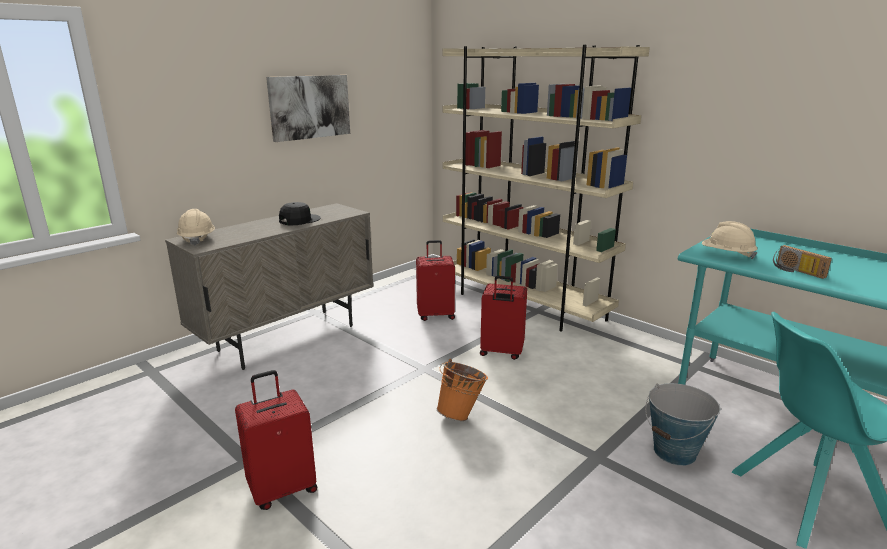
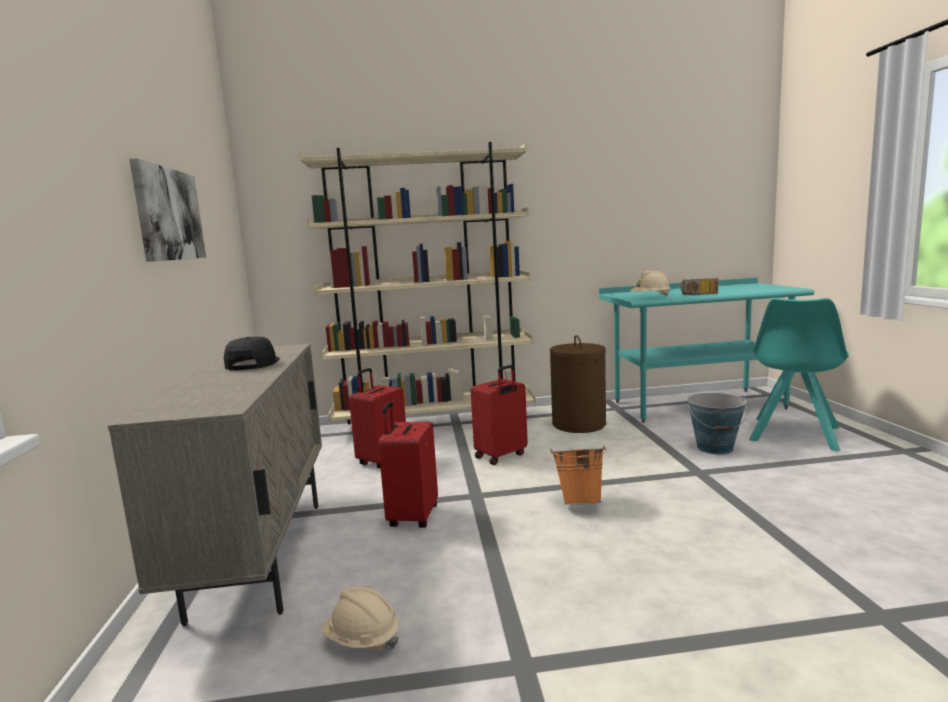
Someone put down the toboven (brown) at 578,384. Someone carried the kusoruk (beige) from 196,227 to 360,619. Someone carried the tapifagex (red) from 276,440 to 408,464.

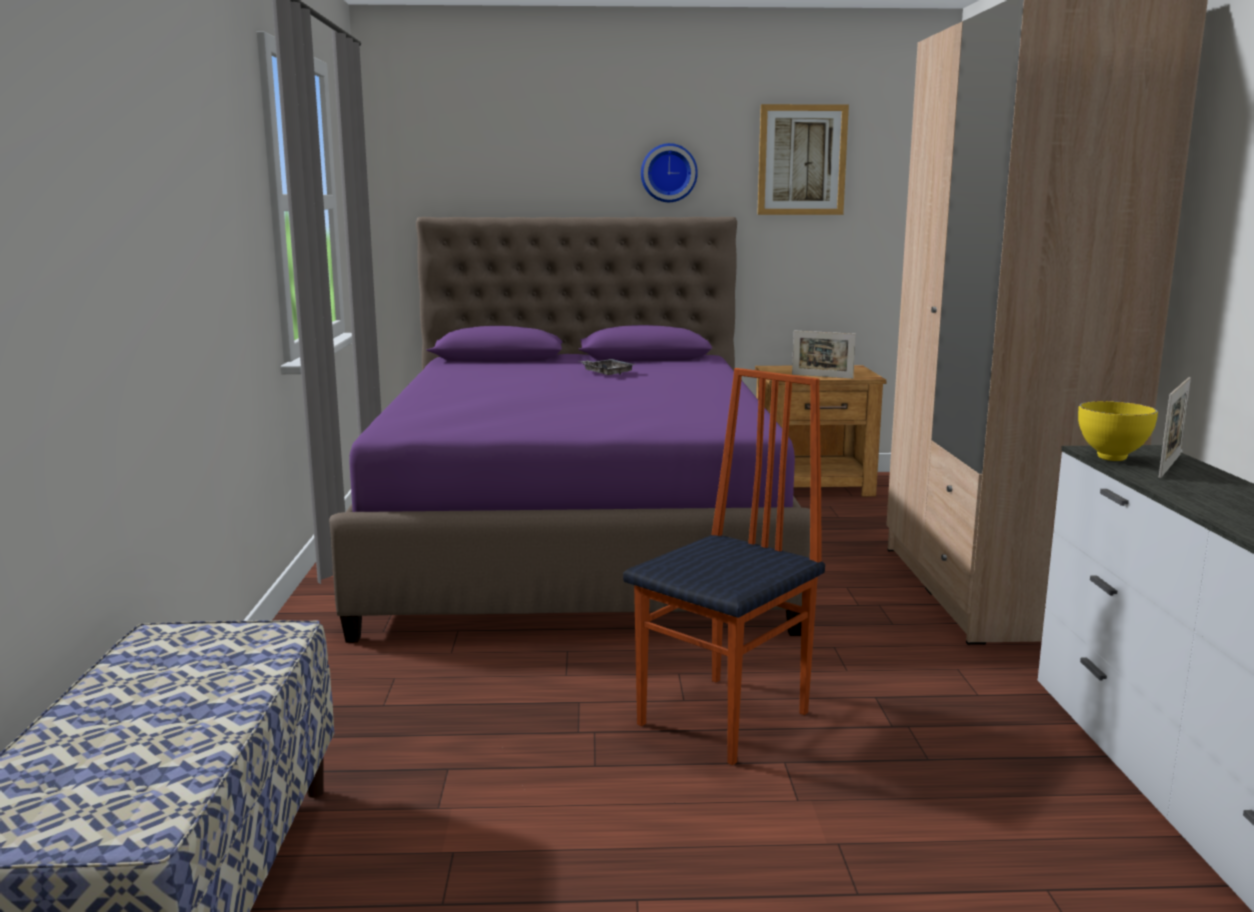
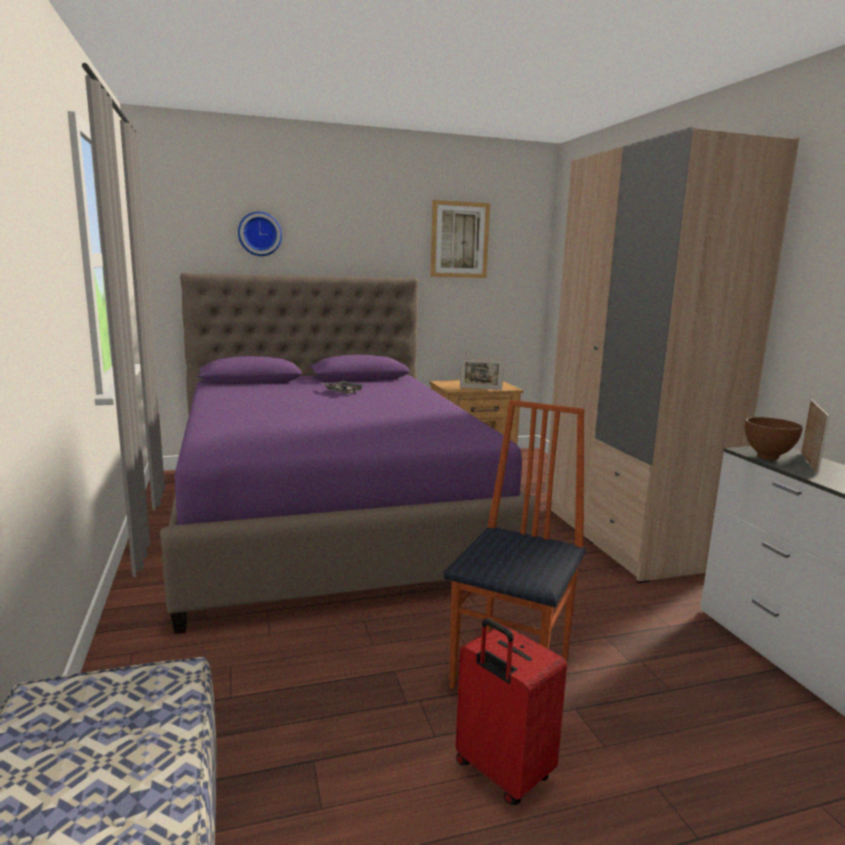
Someone put down the tapifagex (red) at 511,711. Someone carried the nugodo from 669,172 to 260,234. Someone repainted the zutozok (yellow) at 1118,431, which became the zutozok (brown) at 774,438.

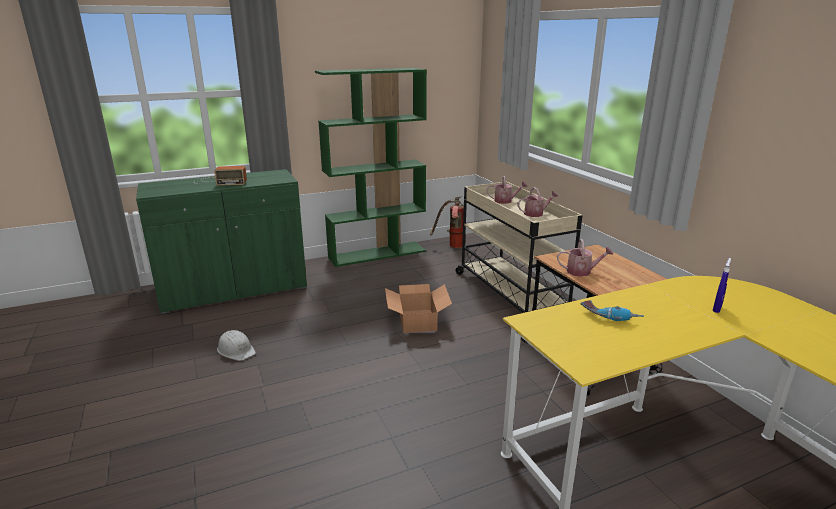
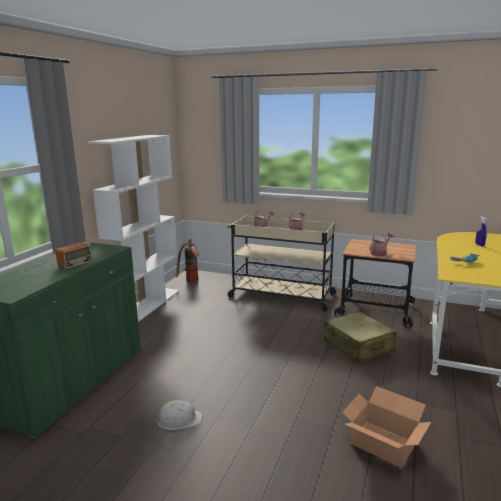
Someone put down the tapifagex (beige) at 360,337. Someone carried the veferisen from 418,308 to 386,427. Someone repainted the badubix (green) at 371,167, which became the badubix (white) at 133,228.

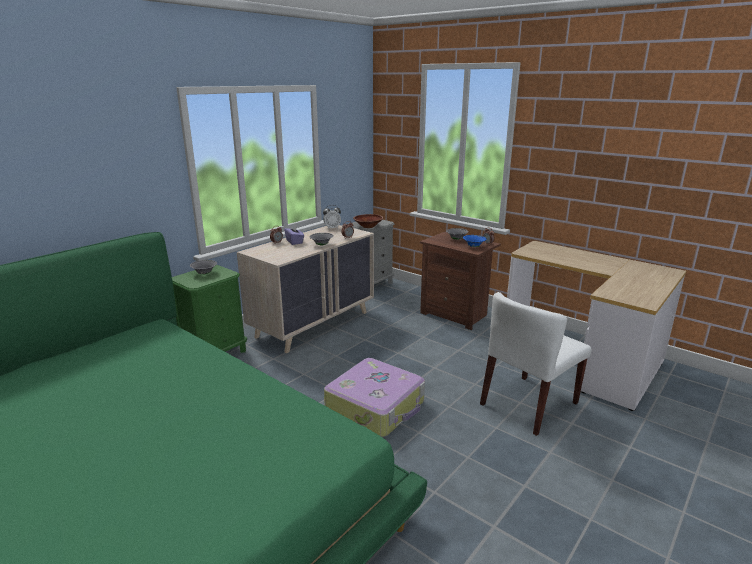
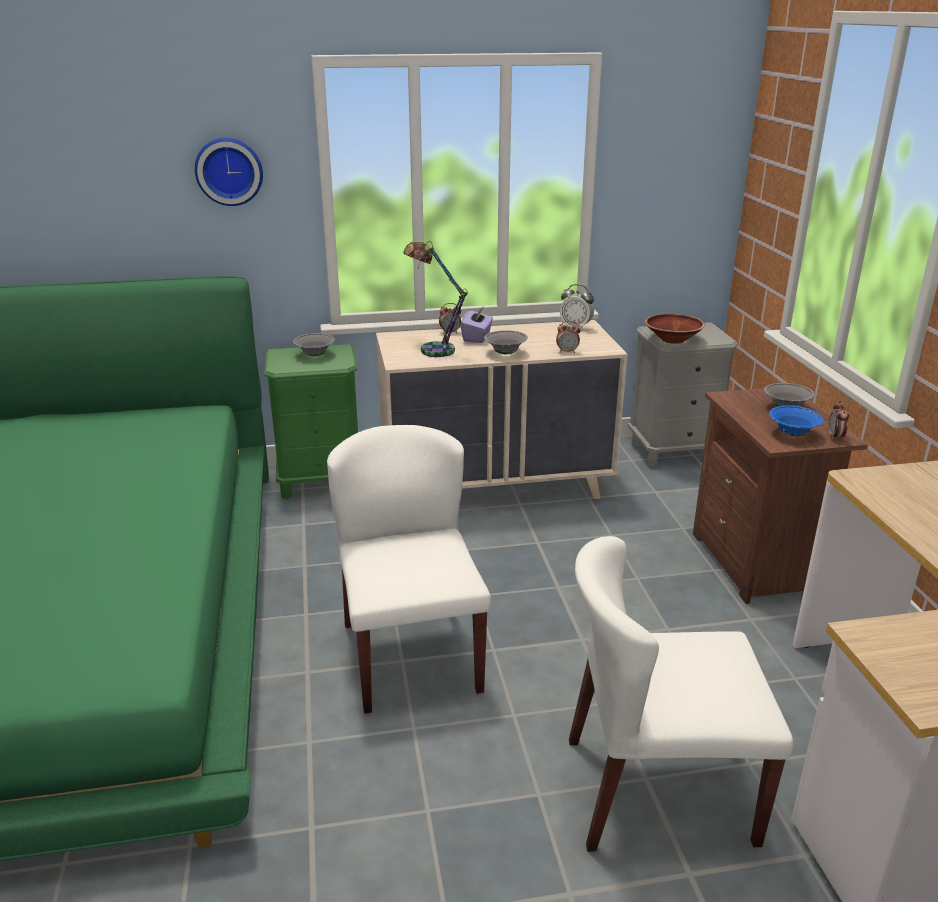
Someone put up the nugodo at 229,172. Someone put down the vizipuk at 435,299. Someone swapped the tapifagex at 374,397 for the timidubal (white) at 409,569.

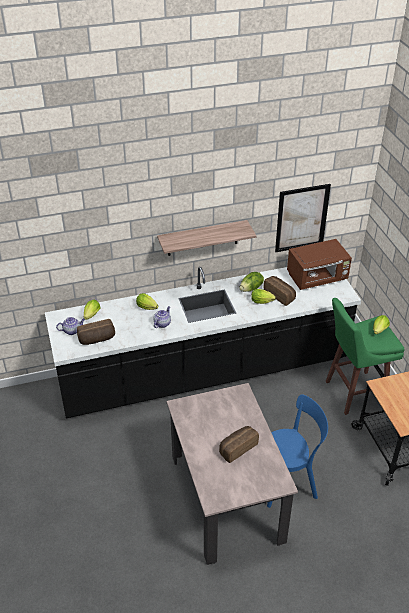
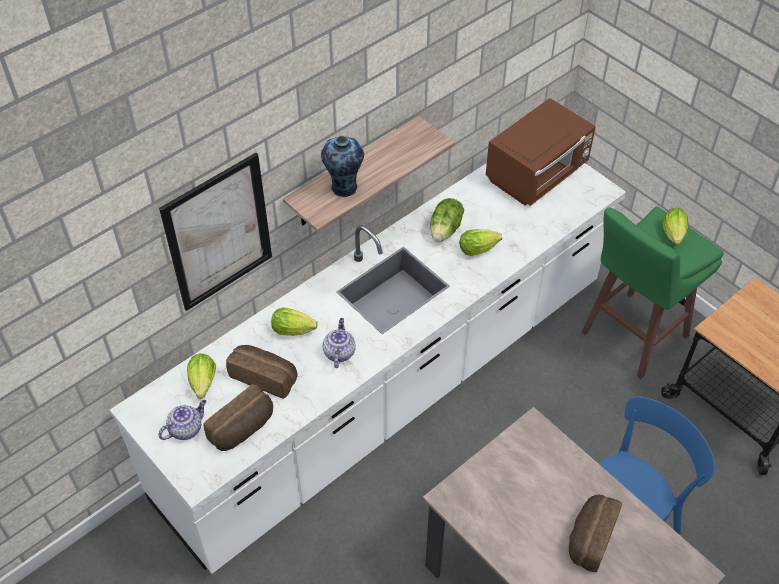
Someone put down the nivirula at 342,166. Someone carried the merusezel from 280,291 to 262,372. Someone carried the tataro from 303,218 to 215,232. Someone repainted the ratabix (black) at 203,342, which became the ratabix (white) at 368,368.

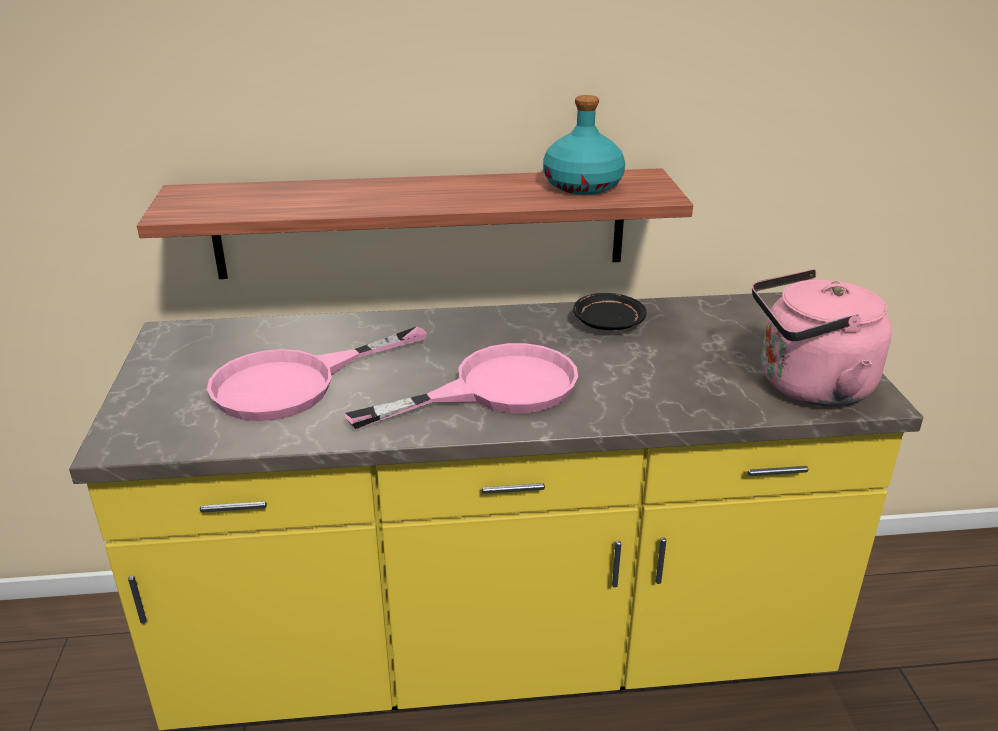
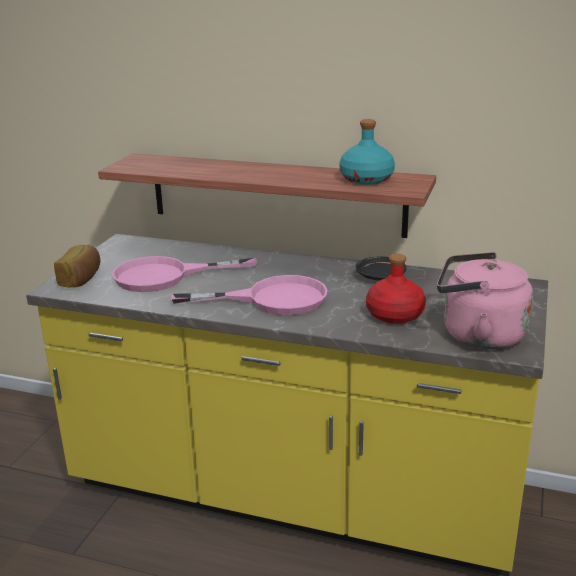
Someone put down the merusezel at 77,266. Someone put down the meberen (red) at 396,289.

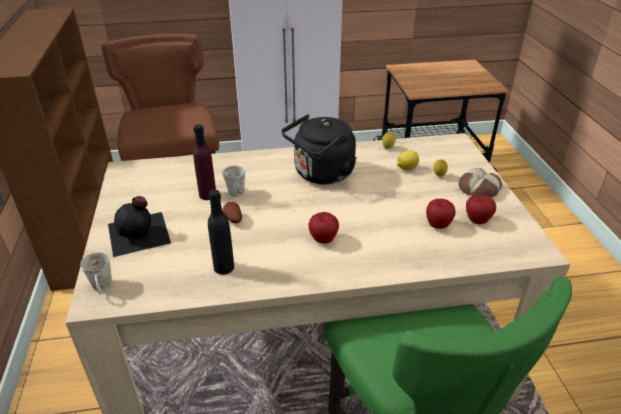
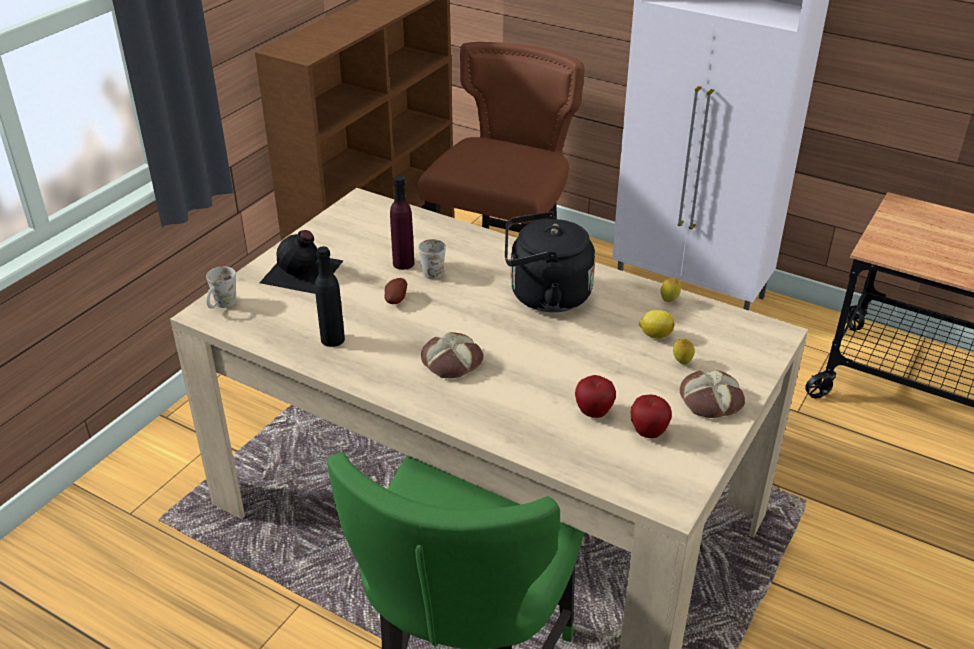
Someone swapped the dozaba at 323,228 for the merusezel at 452,355.

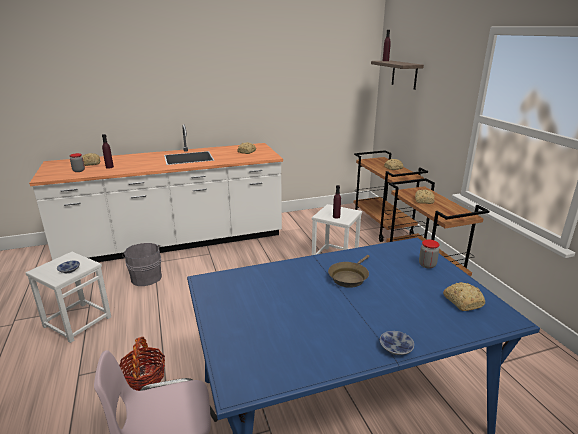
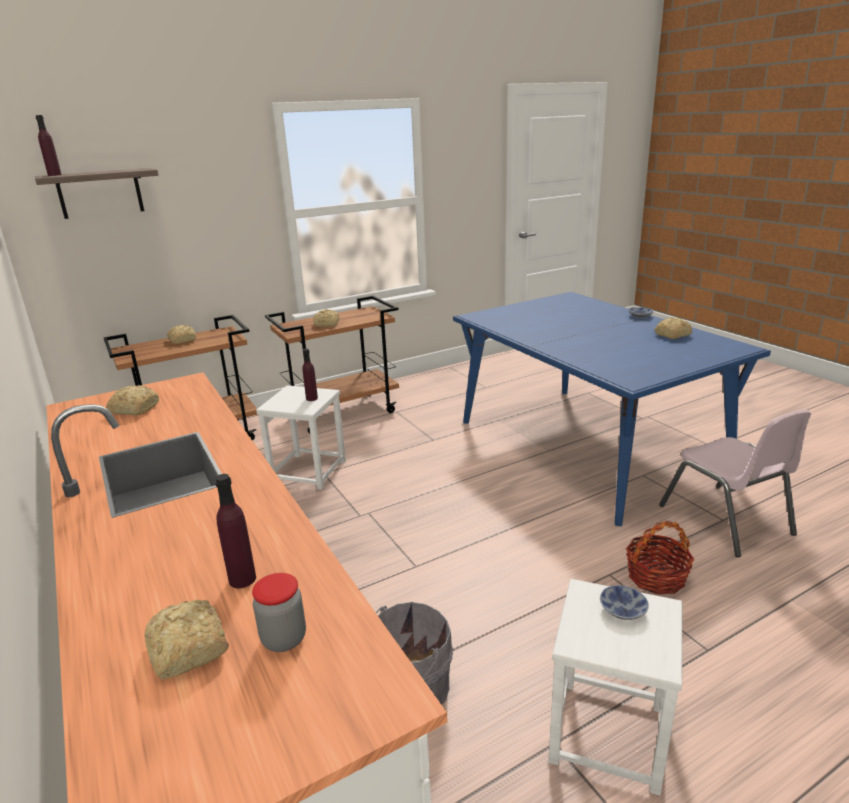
Someone took away the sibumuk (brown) at 348,271. Someone took away the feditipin at 429,254. Someone carried the merusezel from 464,296 to 673,328.

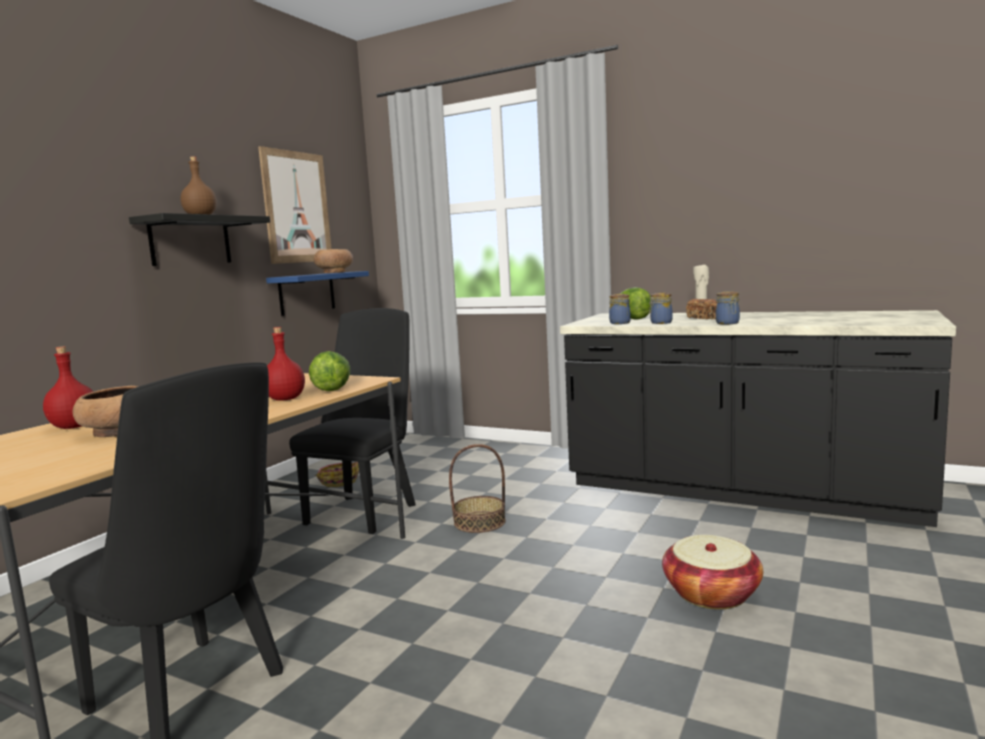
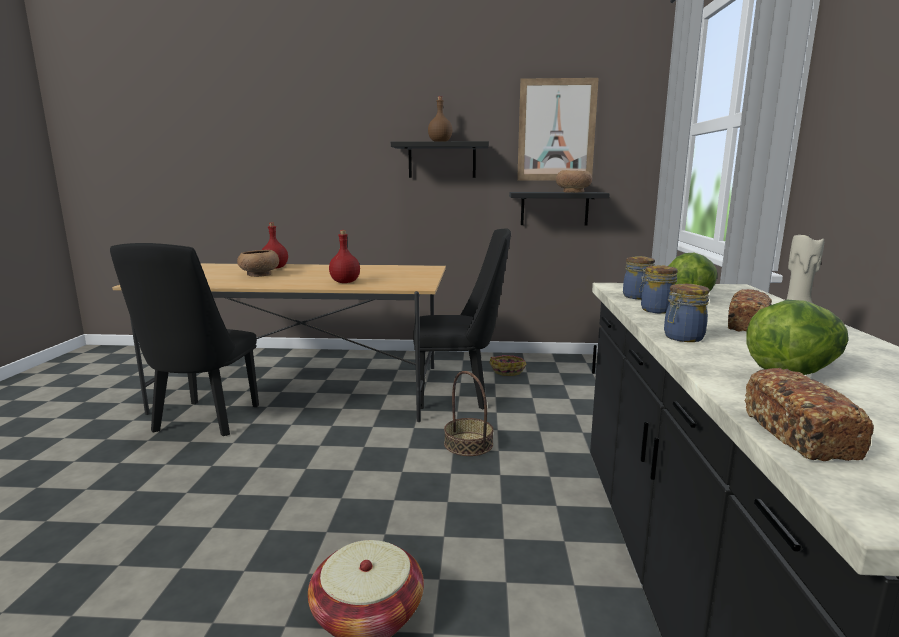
Someone put down the merusezel at 809,414. Someone carried the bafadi from 330,371 to 797,337. Someone repainted the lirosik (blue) at 317,293, which became the lirosik (black) at 559,209.

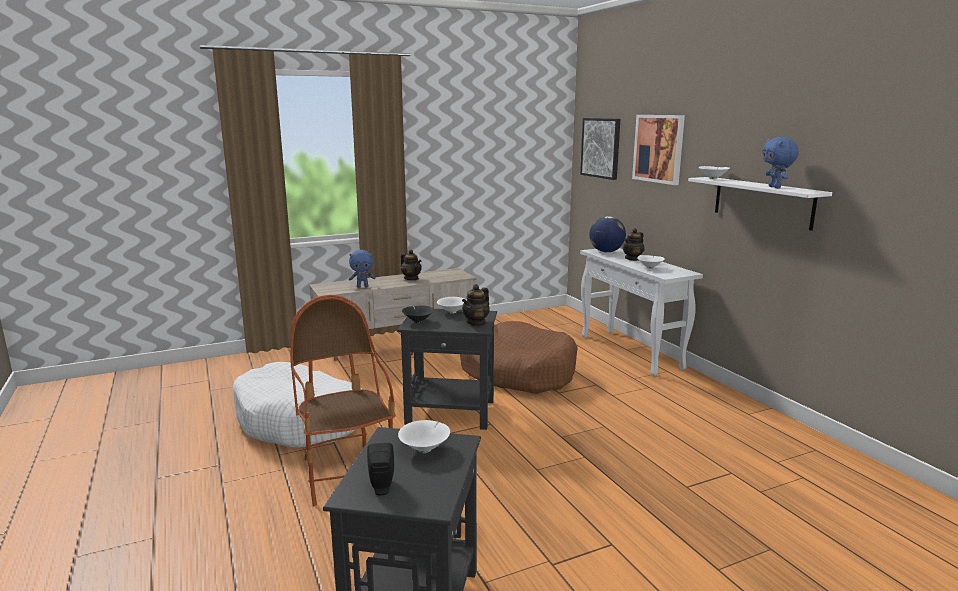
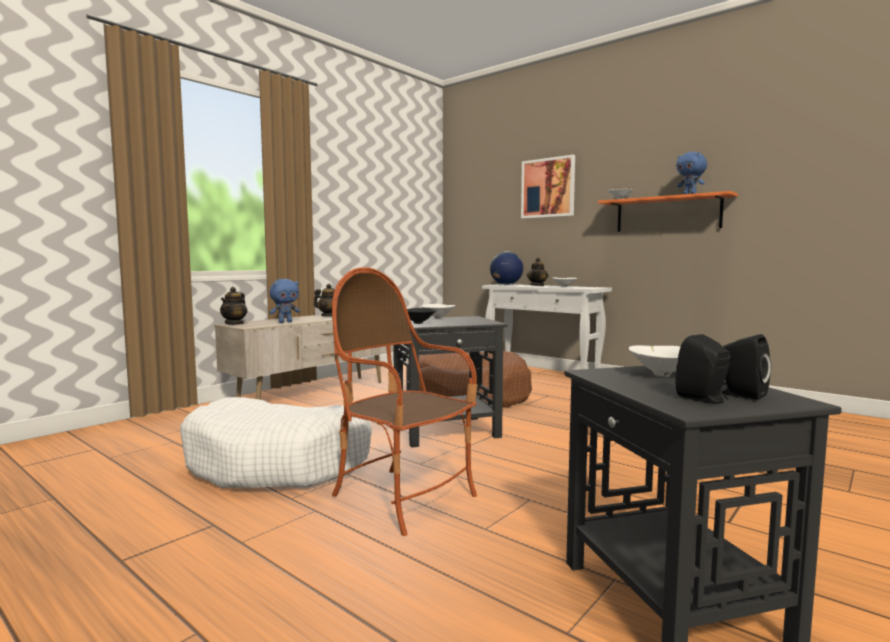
Someone took away the tataro at 600,149. Someone put down the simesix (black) at 746,367. Someone carried the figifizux from 476,305 to 234,306. Someone repainted the lirosik (white) at 760,204, which became the lirosik (orange) at 668,211.

